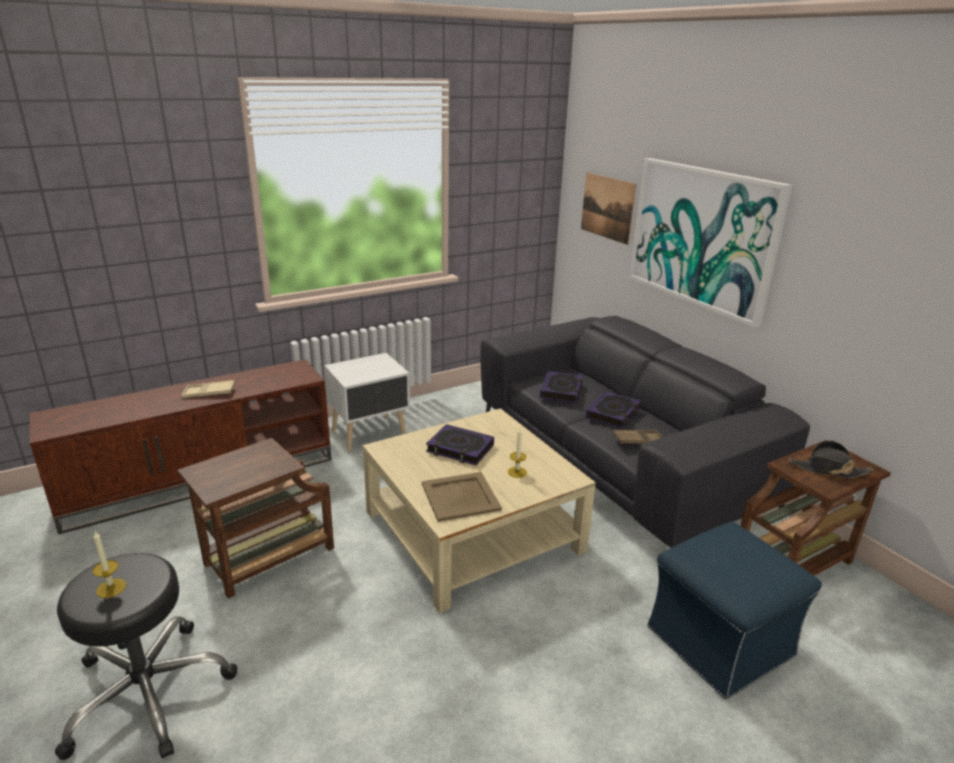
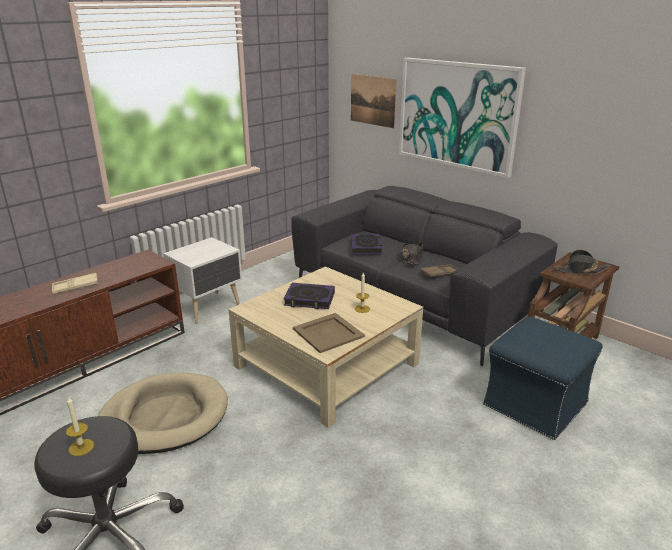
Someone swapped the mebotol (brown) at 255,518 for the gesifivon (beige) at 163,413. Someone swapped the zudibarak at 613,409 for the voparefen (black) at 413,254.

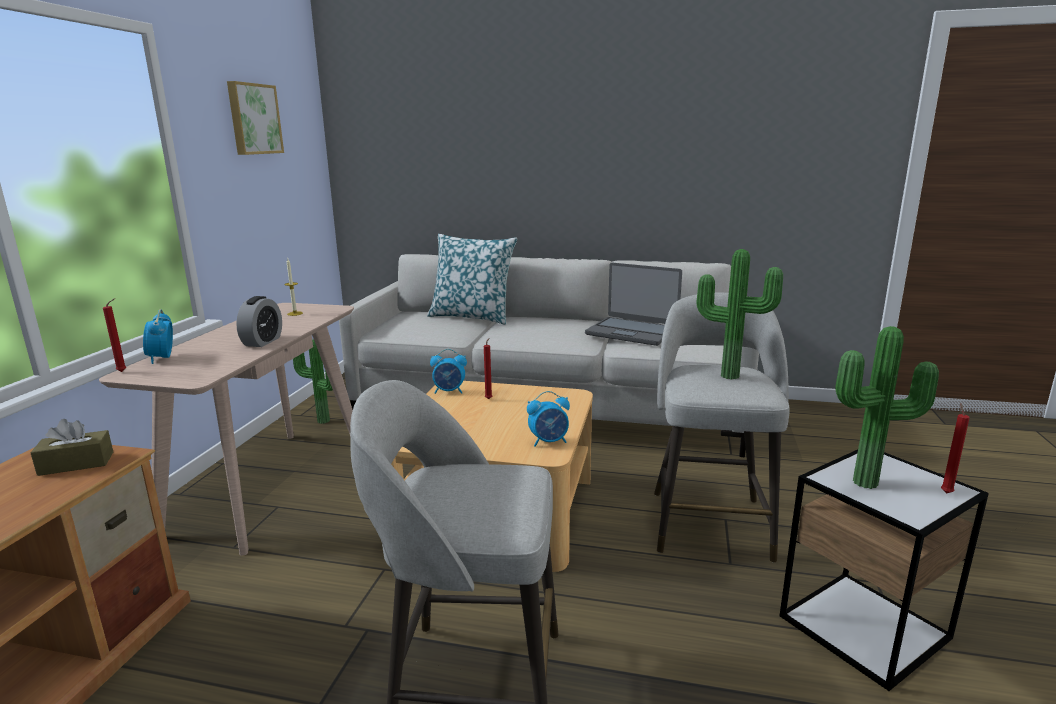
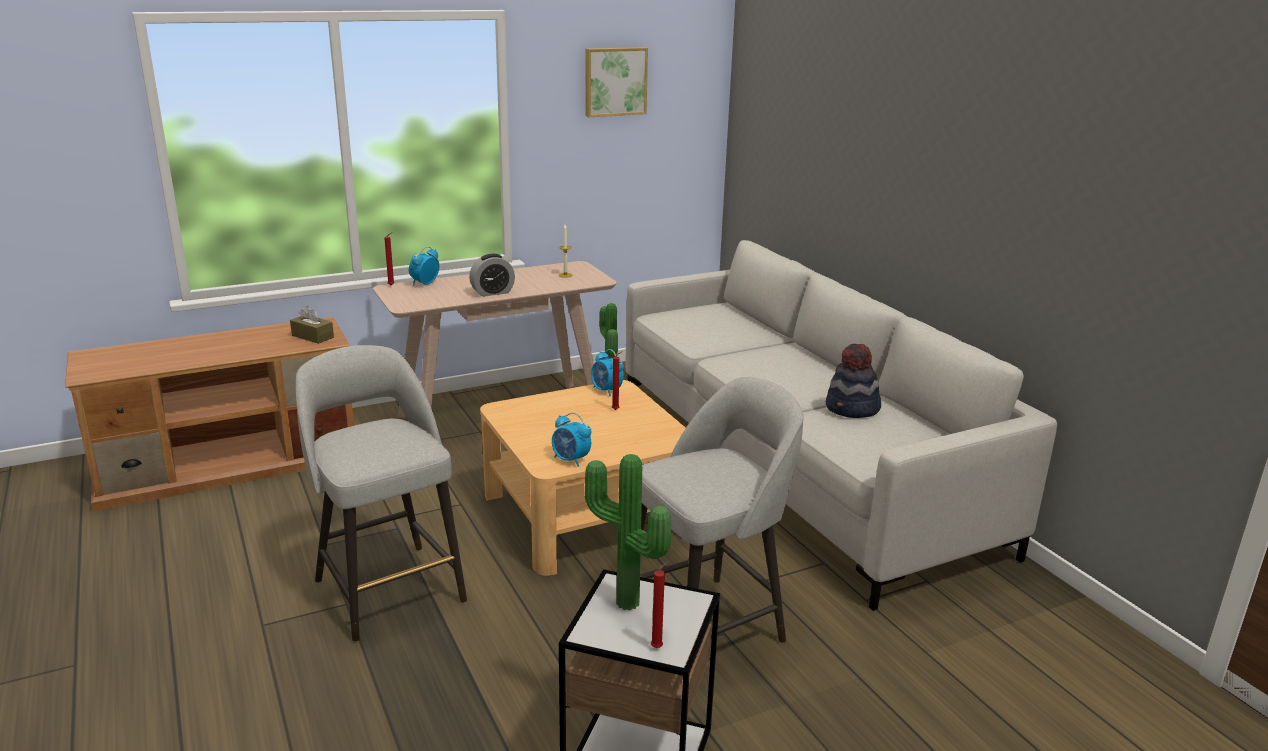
Someone took away the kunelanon at 472,279. Someone took away the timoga at 740,314. Someone swapped the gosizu at 633,304 for the voparefen at 853,381.

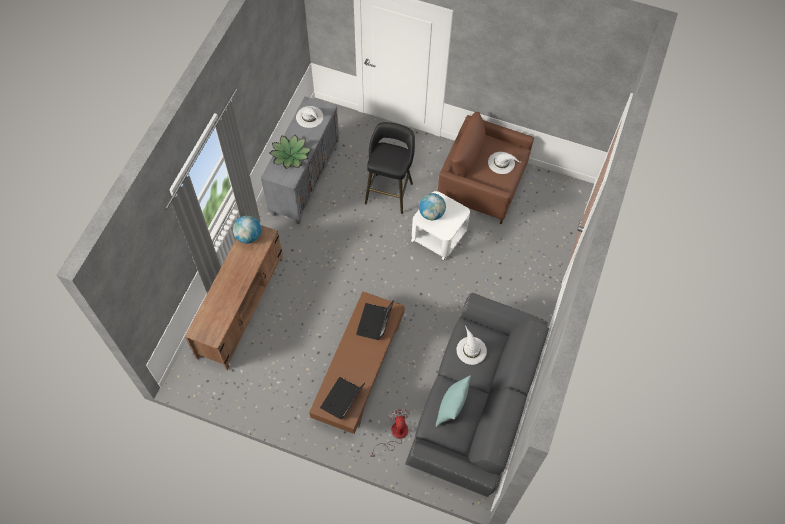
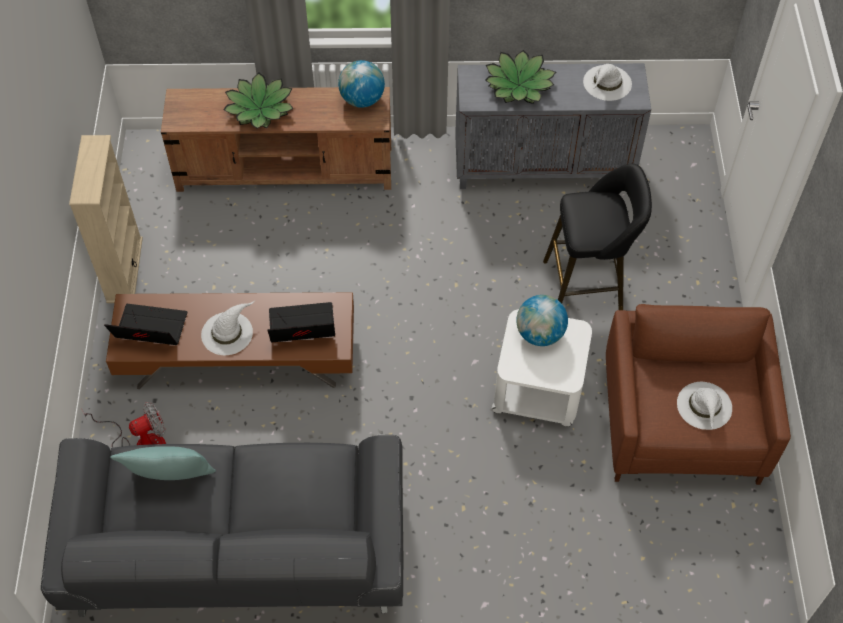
Someone put down the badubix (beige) at 106,219. Someone put down the timoga at 258,100. Someone carried the voparefen (white) from 471,345 to 228,328.

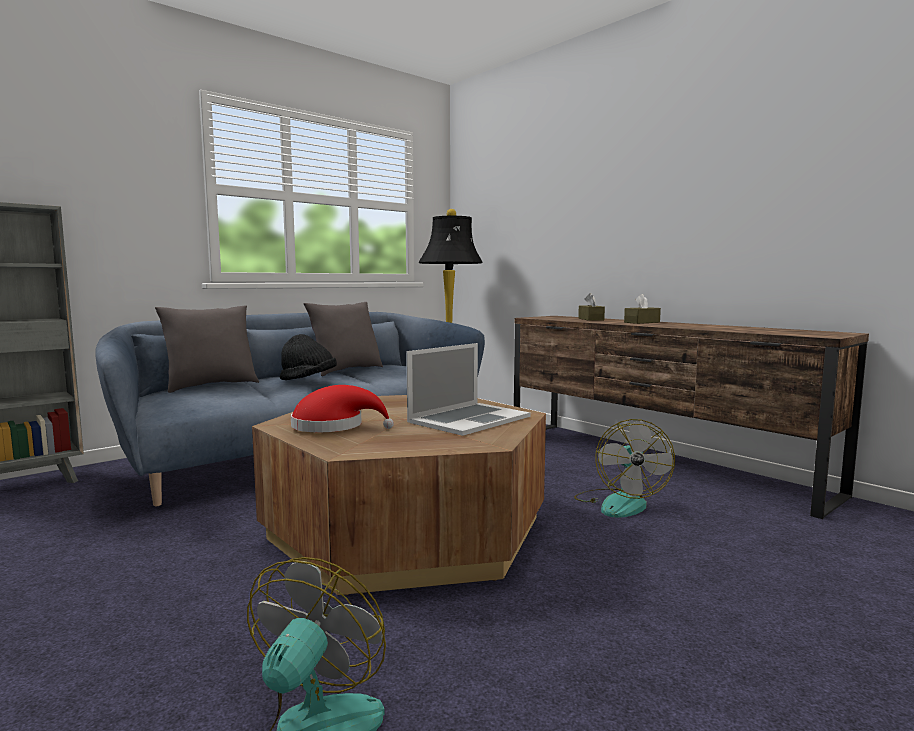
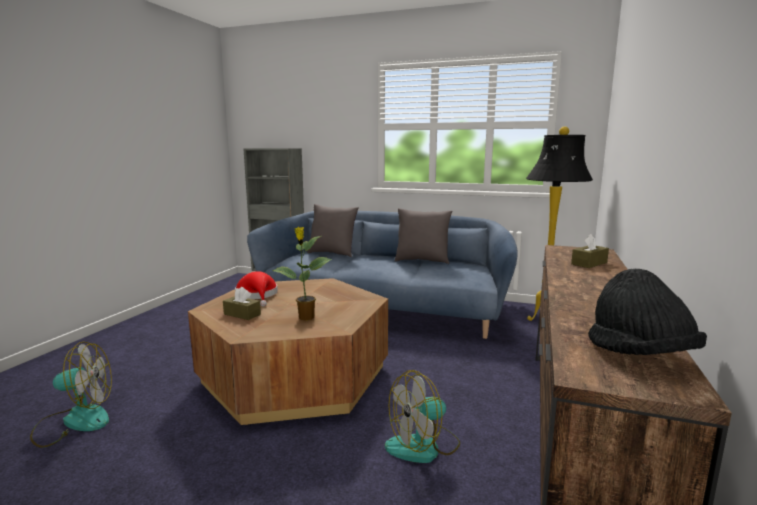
Someone carried the voparefen (black) from 308,357 to 647,312. Someone carried the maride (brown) from 642,309 to 242,303. Someone swapped the gosizu at 468,389 for the timoga at 302,274.

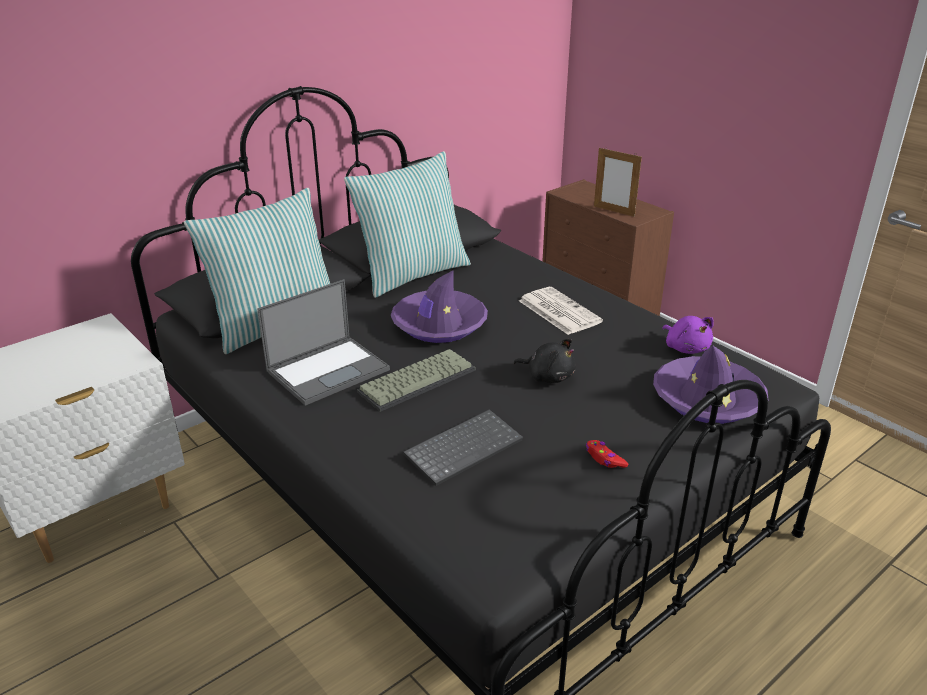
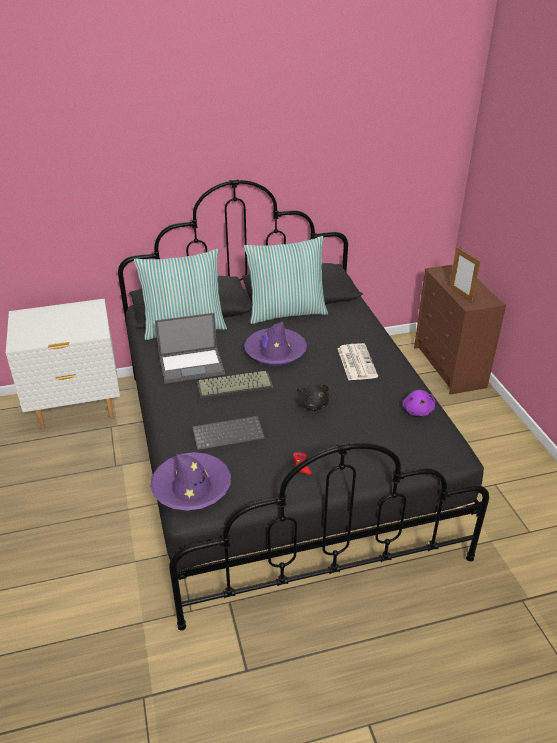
Someone carried the voparefen (purple) from 710,385 to 190,481.

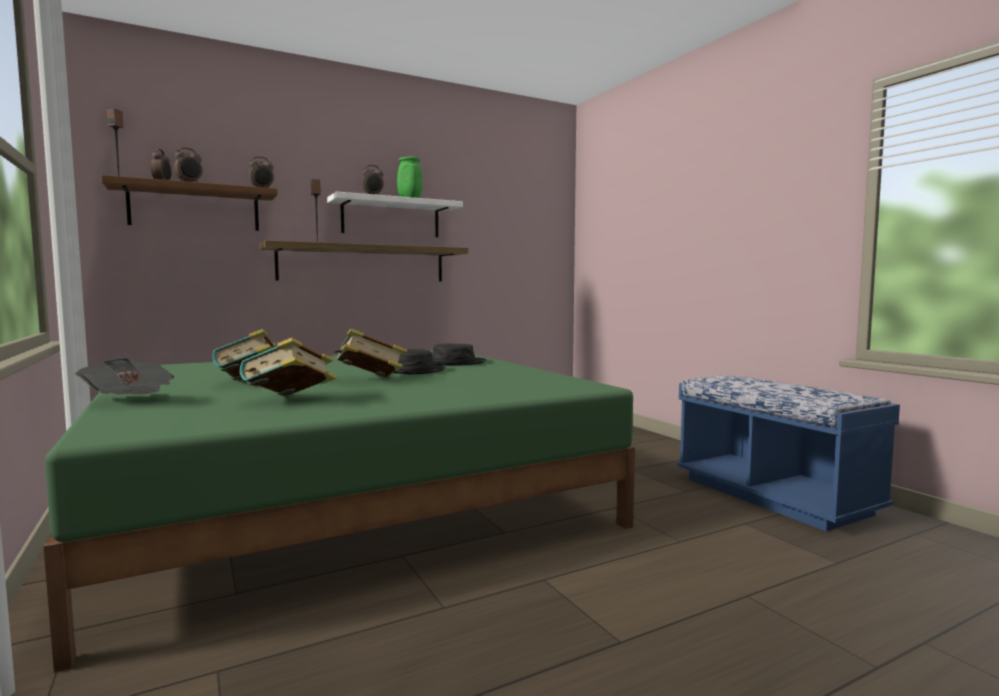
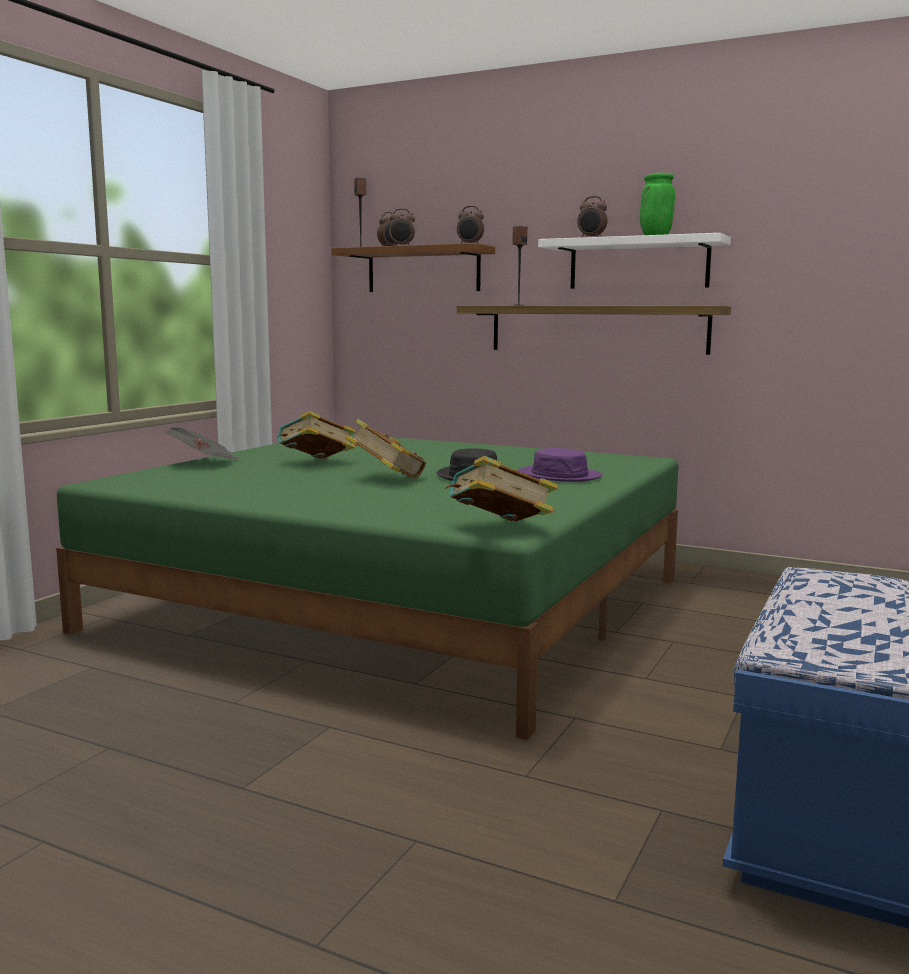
Someone carried the zudibarak from 288,367 to 501,489. Someone repainted the voparefen (black) at 459,355, which became the voparefen (purple) at 560,465.

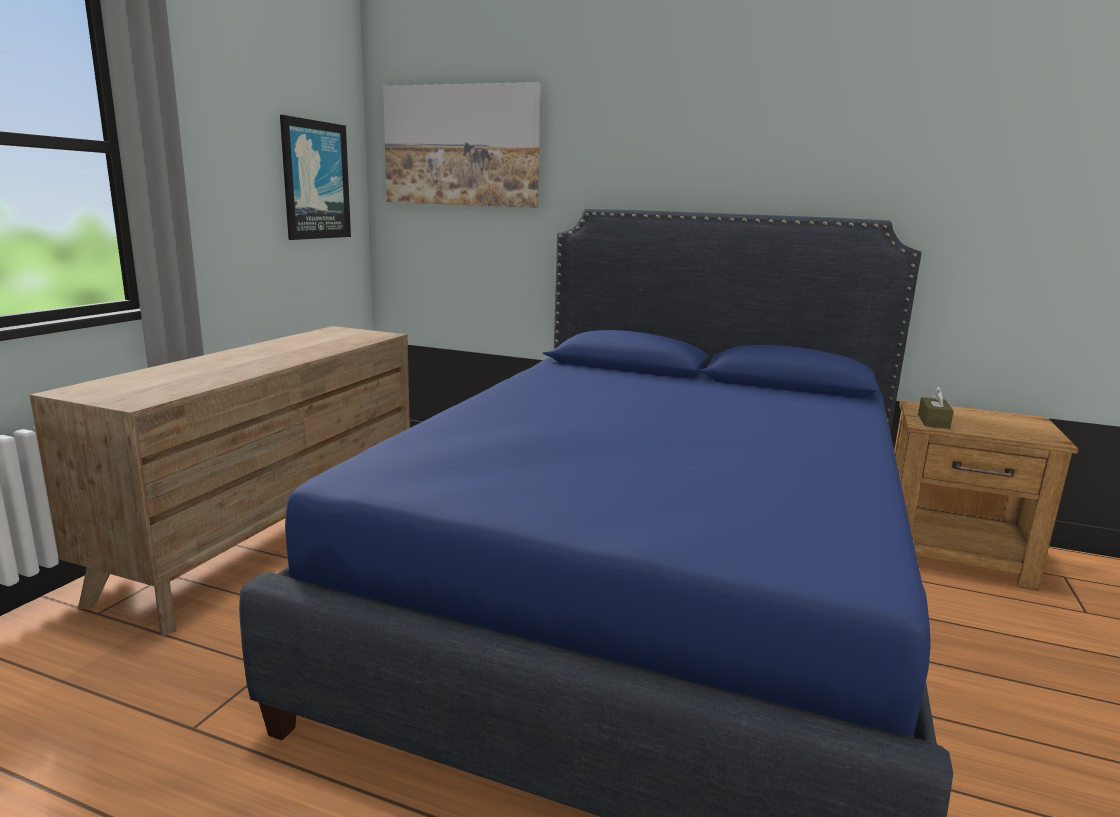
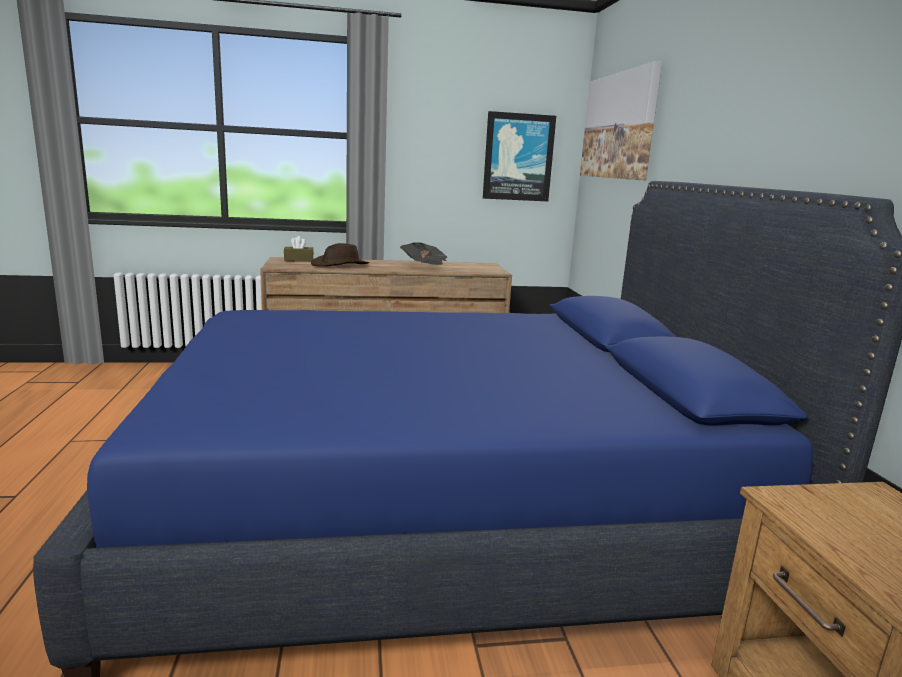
Someone put down the voparefen (brown) at 340,255. Someone put down the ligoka at 423,253. Someone carried the maride (brown) from 936,407 to 299,249.

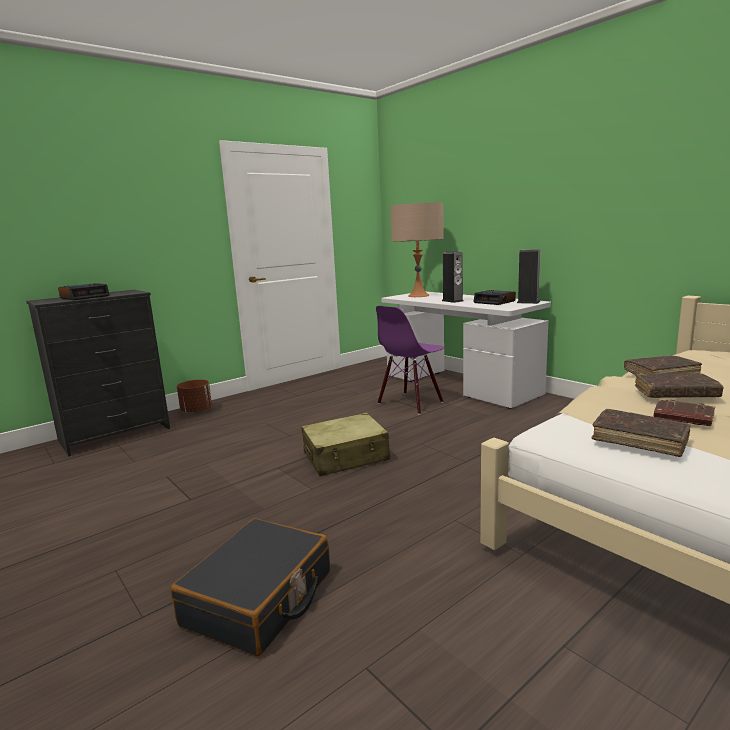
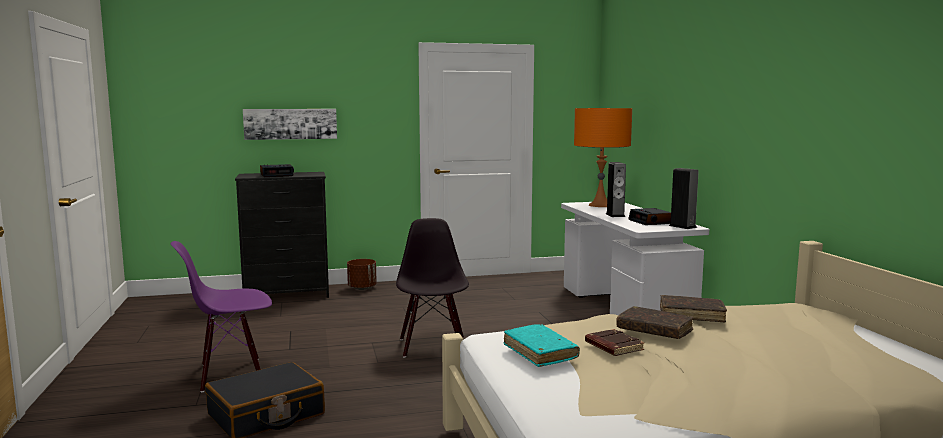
Someone put up the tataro at 290,124. Someone carried the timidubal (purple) from 410,360 to 221,316. Someone swapped the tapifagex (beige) at 345,444 for the timidubal (black) at 432,288. Someone repainted the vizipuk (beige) at 417,249, which became the vizipuk (orange) at 603,157. Someone repainted the zudibarak (brown) at 641,433, which became the zudibarak (turquoise) at 542,345.

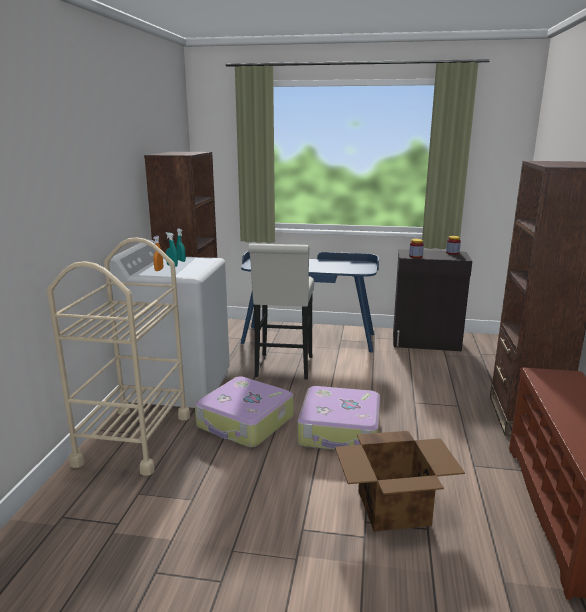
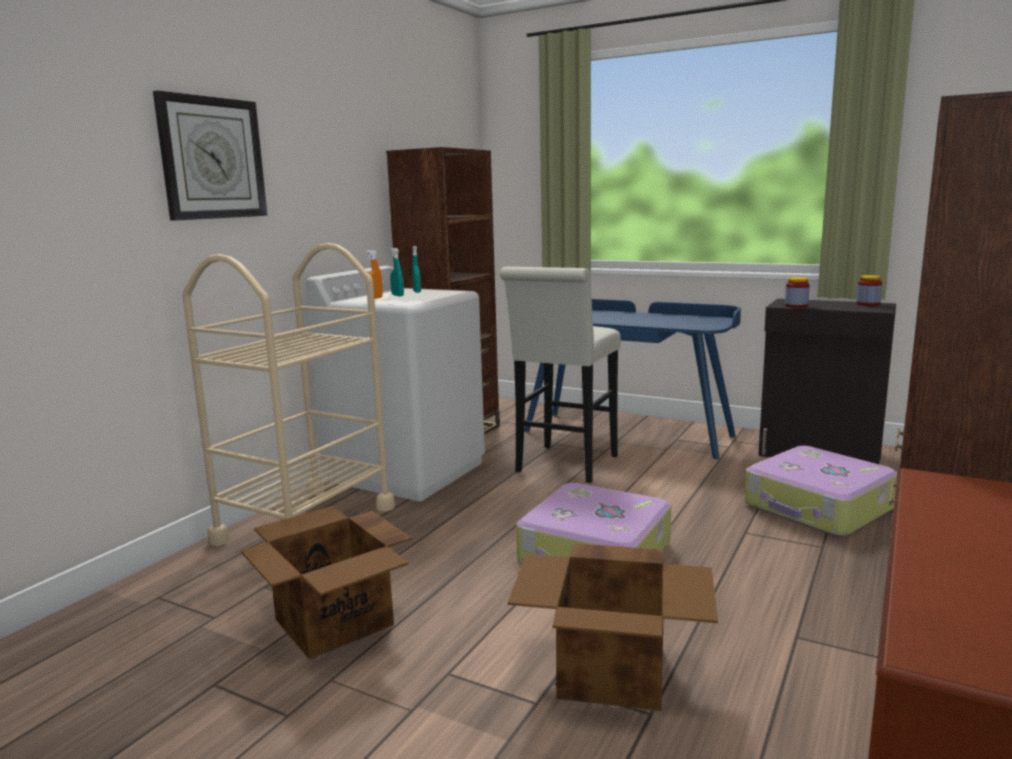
Someone put up the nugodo at 210,155. Someone put down the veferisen at 326,583. Someone carried the tapifagex from 244,411 to 821,491.

